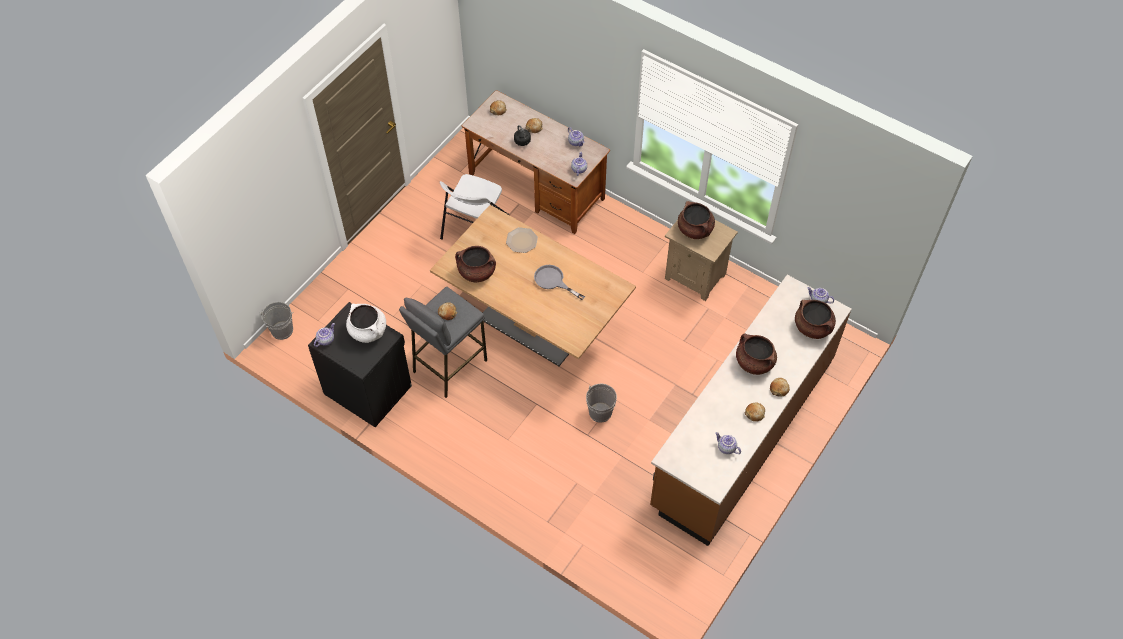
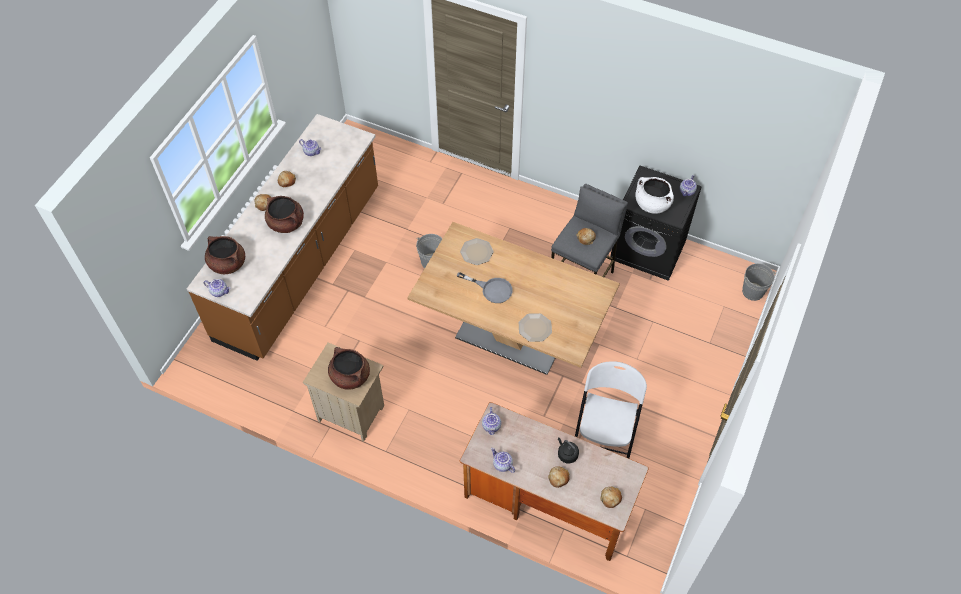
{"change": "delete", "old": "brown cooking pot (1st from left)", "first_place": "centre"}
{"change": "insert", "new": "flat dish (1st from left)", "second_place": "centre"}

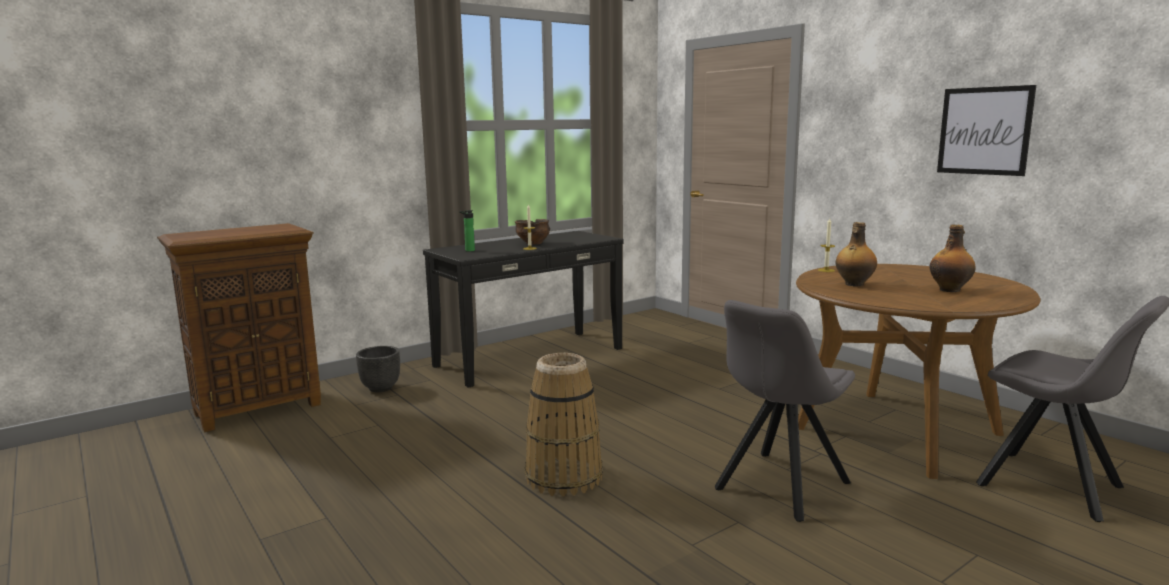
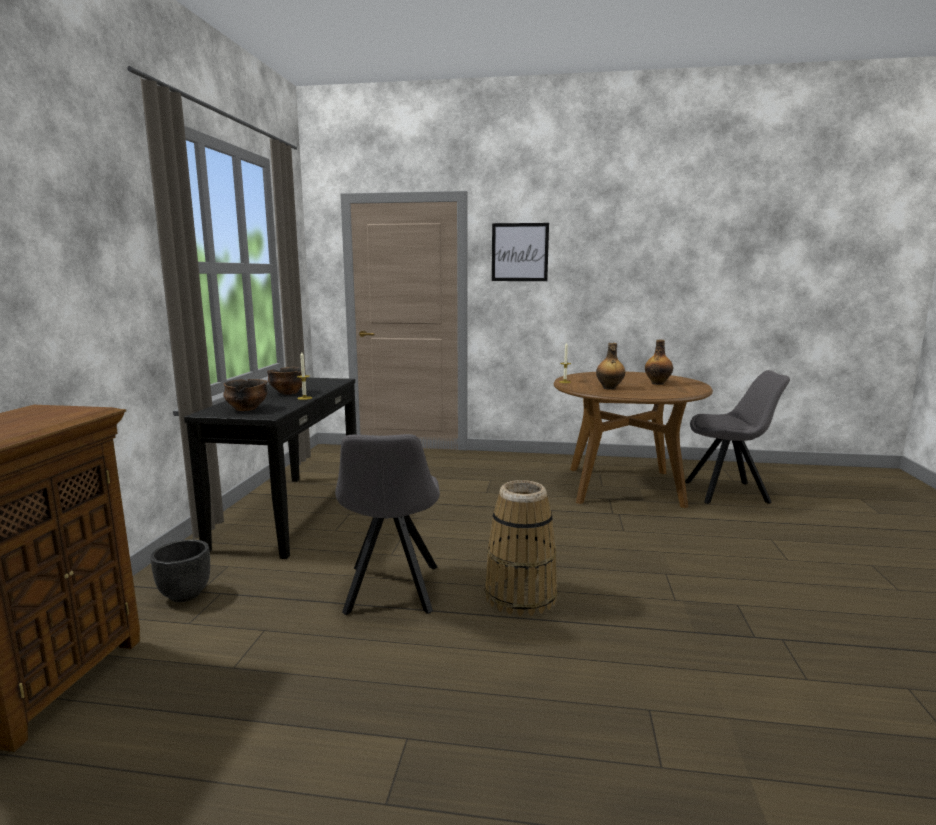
{"change": "replace", "old": "bottle (1st from left)", "new": "deep dish (1st from left)", "first_place": "centre", "second_place": "middle left"}
{"change": "move", "old": "grey chair (1st from left)", "first_place": "bottom right", "second_place": "centre"}
{"change": "move", "old": "wall picture", "first_place": "top right", "second_place": "top centre"}

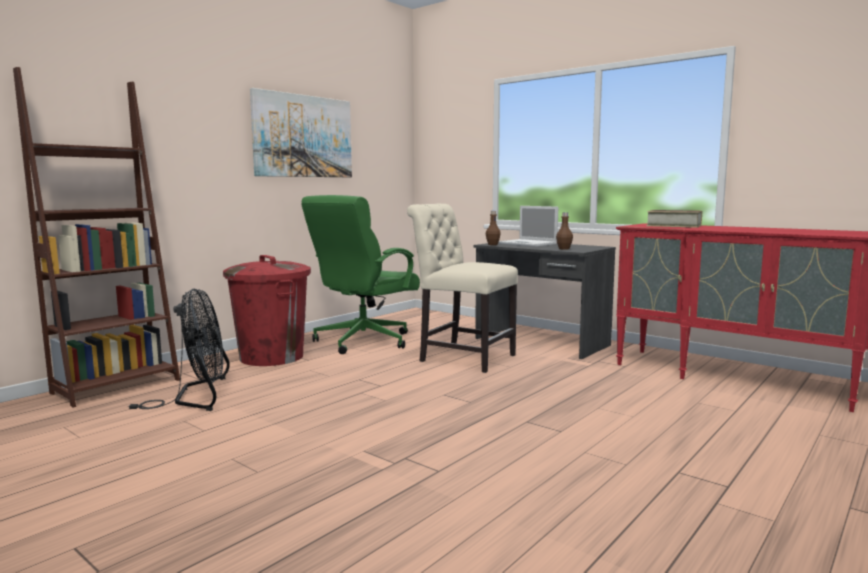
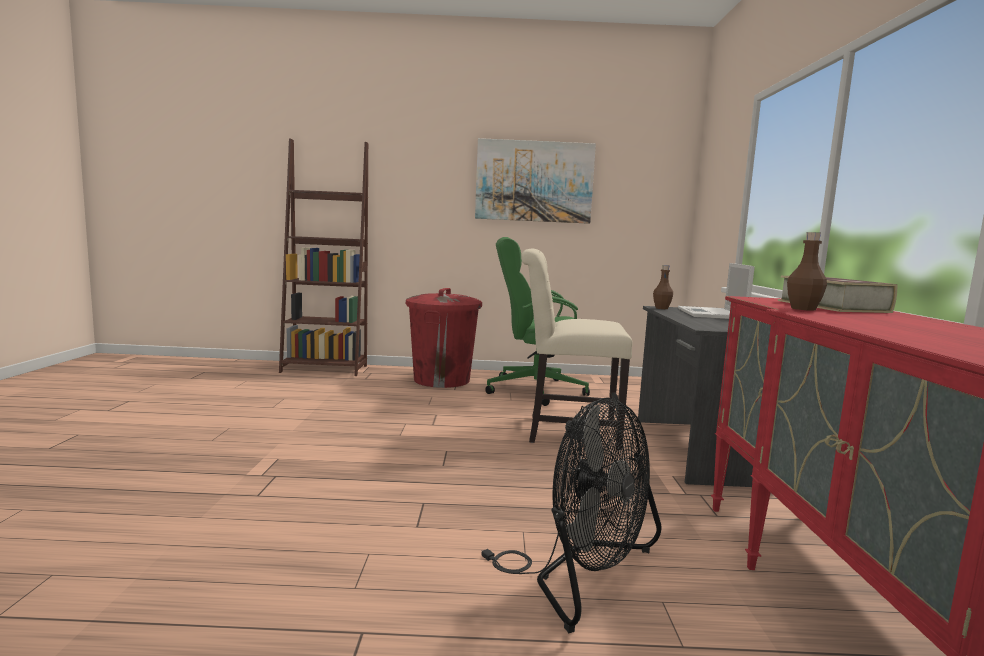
{"change": "move", "old": "black cooling fan", "first_place": "middle left", "second_place": "bottom centre"}
{"change": "rotate", "old": "beige chair", "first_place": "centre", "second_place": "centre", "degrees": -75}
{"change": "move", "old": "brown bottle (2nd from left)", "first_place": "centre", "second_place": "middle right"}

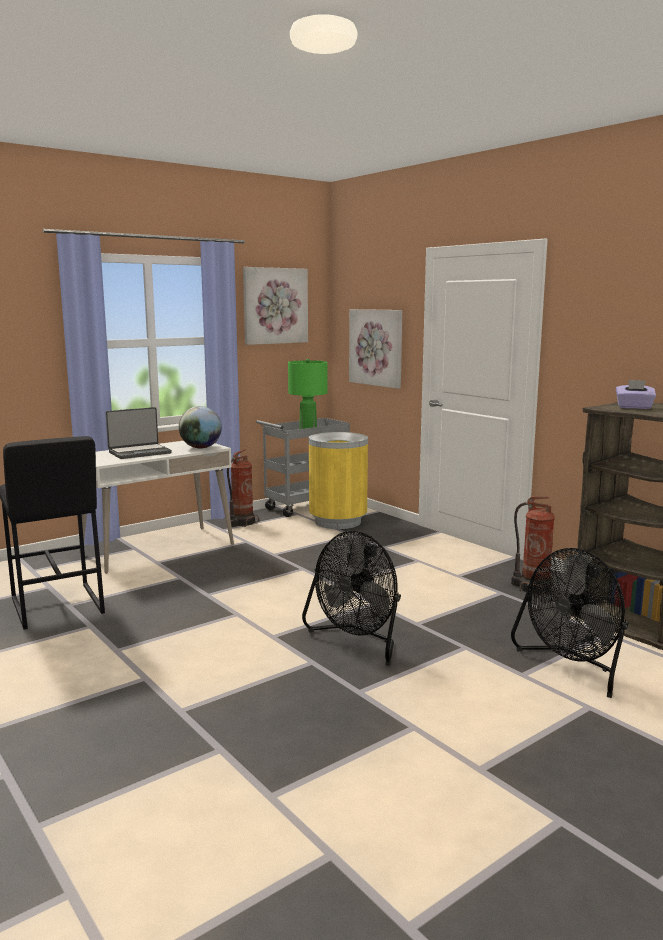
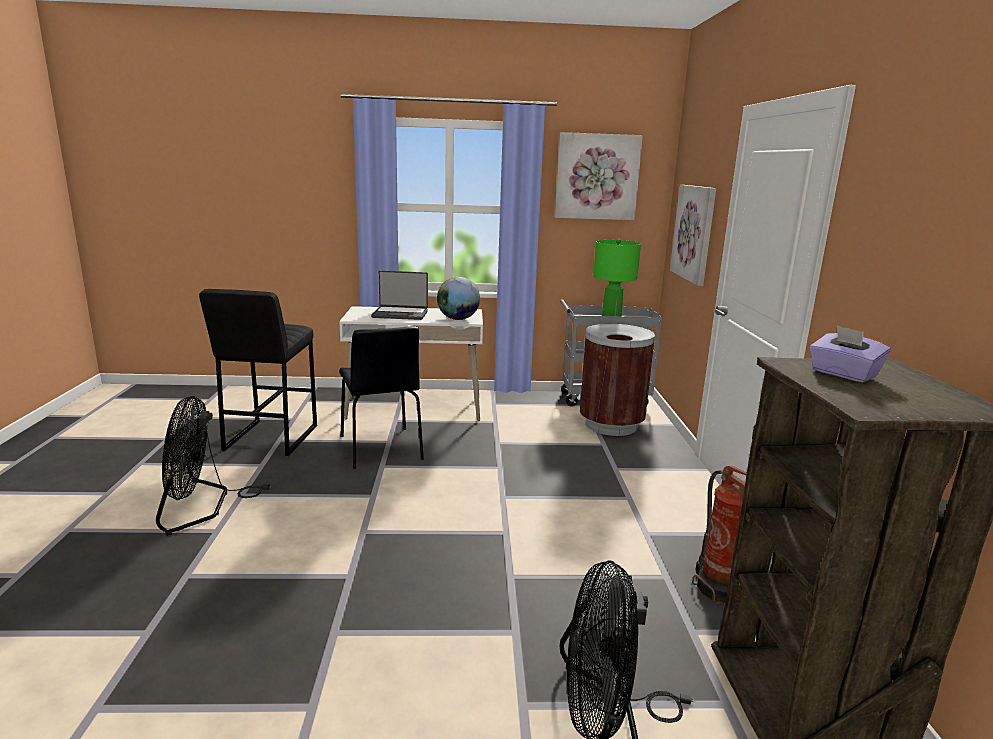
{"change": "delete", "old": "fire-fighting cylinder (1st from left)", "first_place": "centre"}
{"change": "move", "old": "black cooling fan (1st from left)", "first_place": "centre", "second_place": "middle left"}
{"change": "recolor", "old": "yellowish rubbish bin", "new": "brown rubbish bin", "first_place": "centre", "second_place": "centre"}
{"change": "insert", "new": "black chair", "second_place": "centre"}

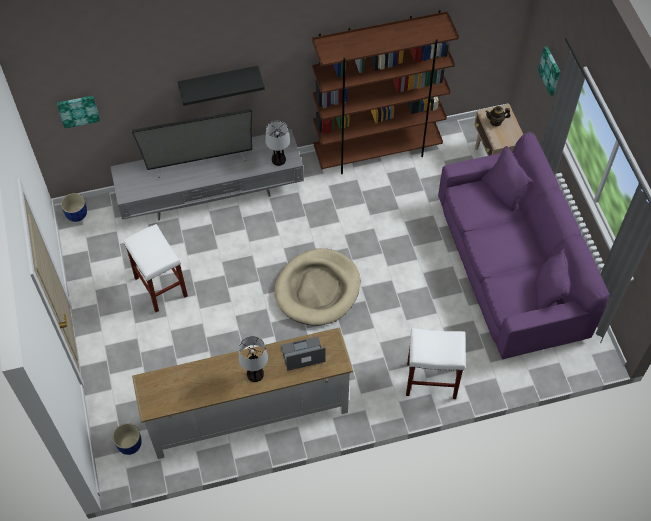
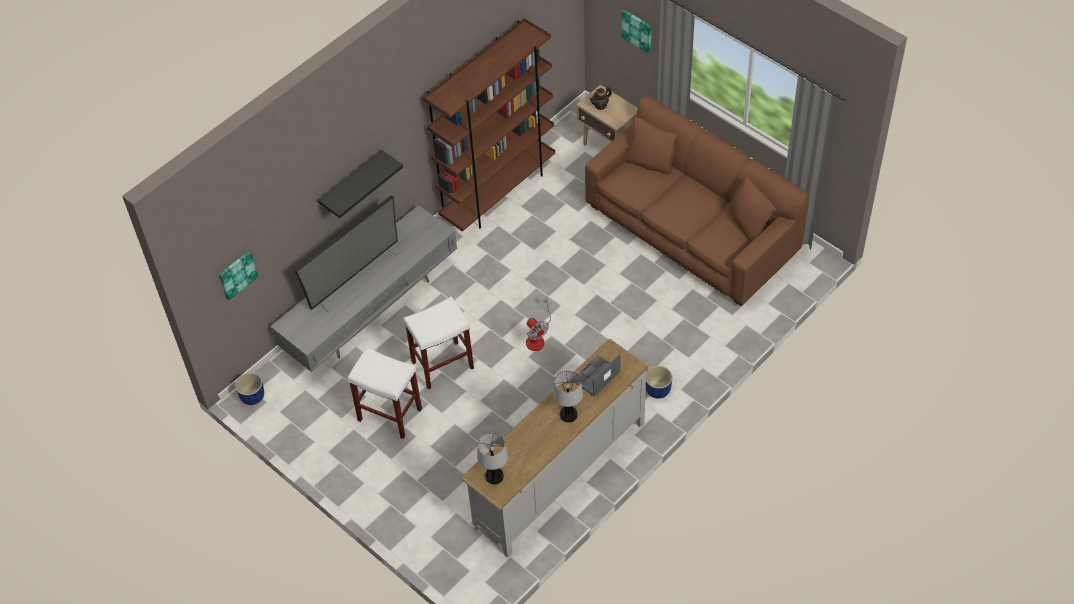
{"change": "move", "old": "blue planter (2nd from left)", "first_place": "bottom left", "second_place": "centre"}
{"change": "move", "old": "tabletop lamp (2nd from left in the first image)", "new": "tabletop lamp (1st from left)", "first_place": "top centre", "second_place": "bottom centre"}
{"change": "replace", "old": "beige dog bed", "new": "cooling fan", "first_place": "centre", "second_place": "centre"}
{"change": "move", "old": "white-coloured stool seat (2nd from left)", "first_place": "bottom right", "second_place": "centre"}
{"change": "recolor", "old": "purplish sofa", "new": "brown sofa", "first_place": "middle right", "second_place": "top centre"}

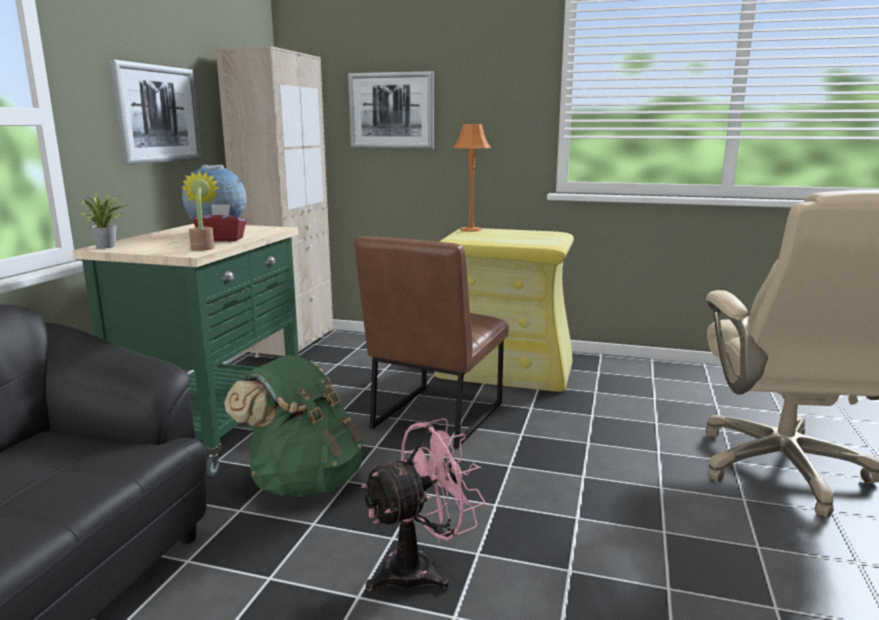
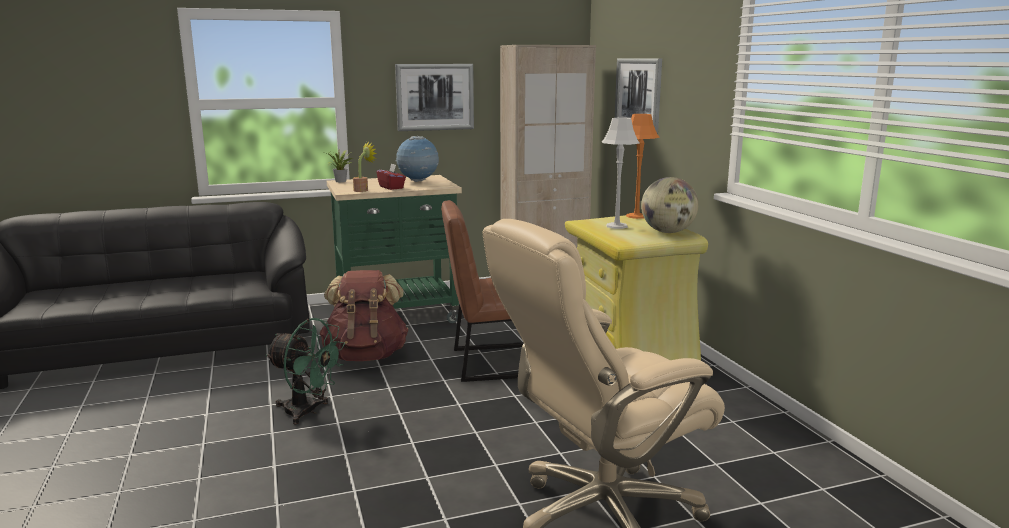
{"change": "recolor", "old": "greenish knapsack", "new": "brown knapsack", "first_place": "bottom centre", "second_place": "centre"}
{"change": "recolor", "old": "pink-coloured cooling fan", "new": "greenish cooling fan", "first_place": "bottom centre", "second_place": "bottom left"}
{"change": "insert", "new": "grey tabletop lamp", "second_place": "top centre"}
{"change": "insert", "new": "globe (2nd from left)", "second_place": "centre"}

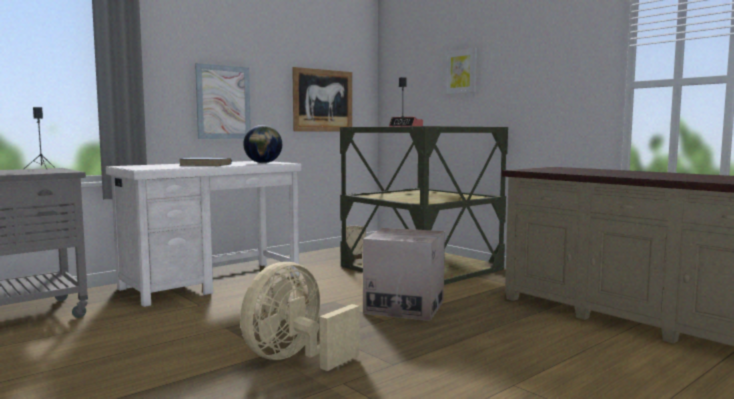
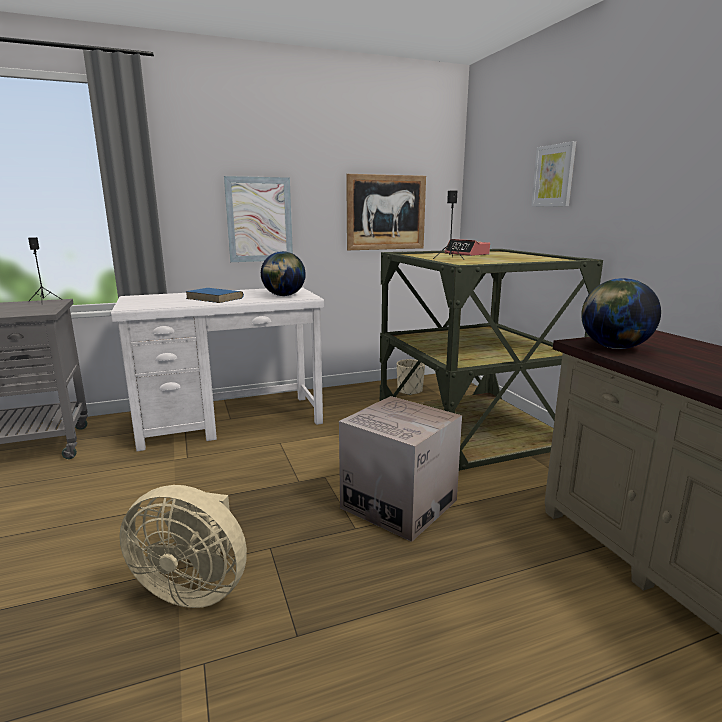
{"change": "rotate", "old": "beige cooling fan", "first_place": "bottom centre", "second_place": "bottom left", "degrees": -135}
{"change": "insert", "new": "globe (2nd from left)", "second_place": "middle right"}

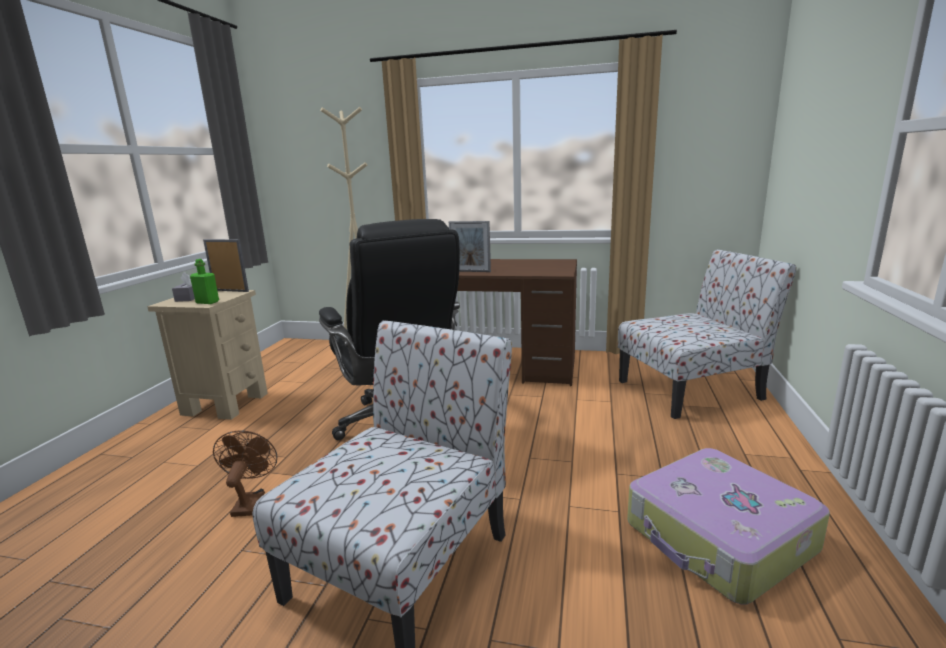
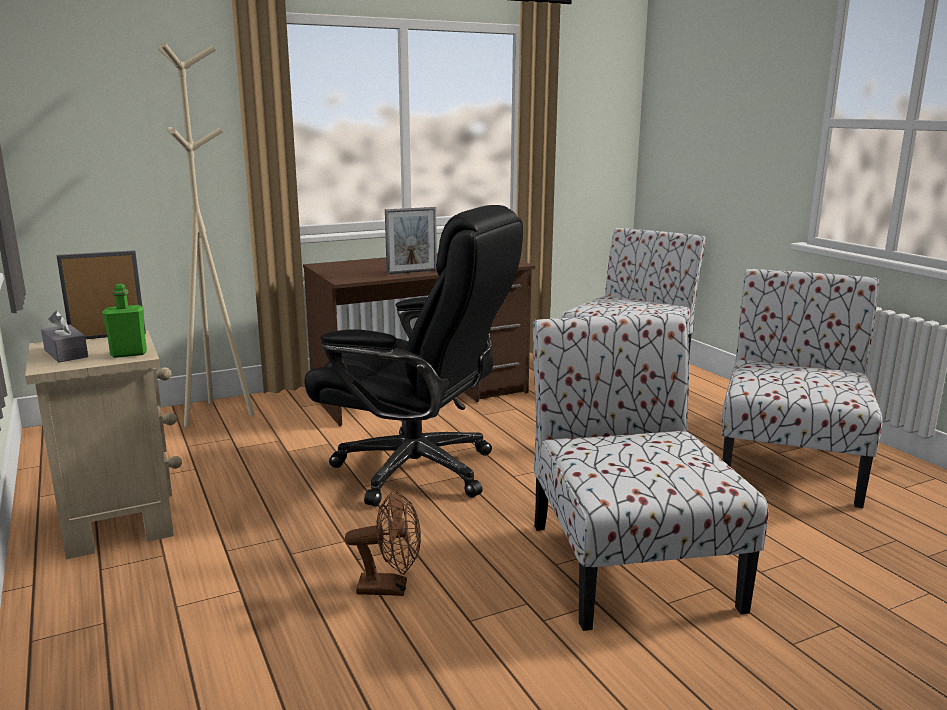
{"change": "rotate", "old": "brown cooling fan", "first_place": "bottom left", "second_place": "bottom centre", "degrees": 135}
{"change": "replace", "old": "suitcase", "new": "chair (3rd from left)", "first_place": "bottom right", "second_place": "middle right"}

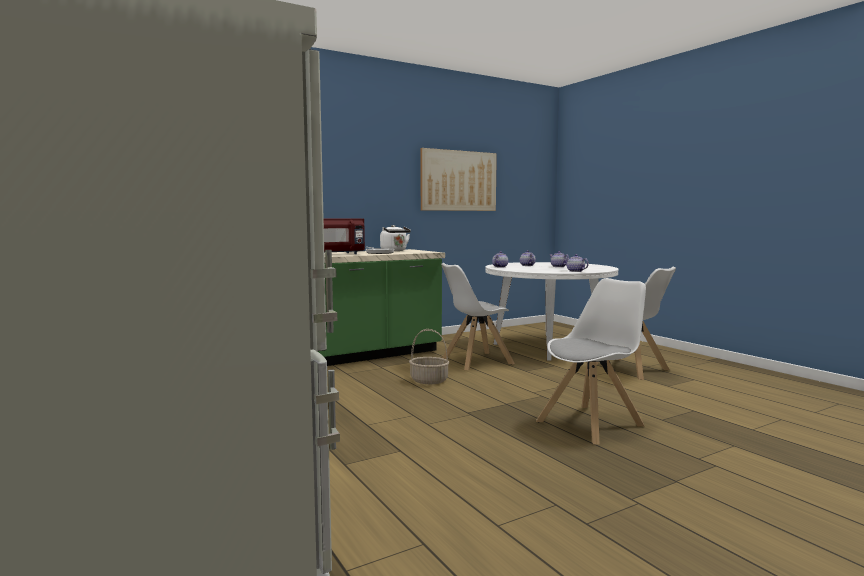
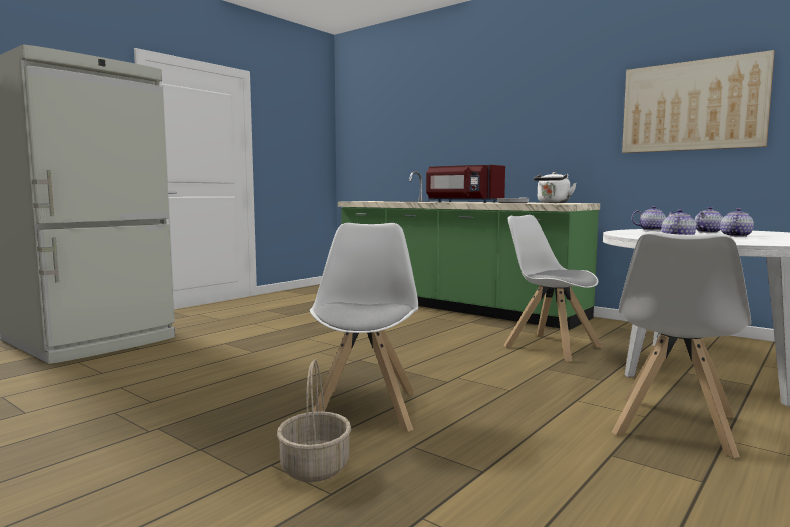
{"change": "move", "old": "storage basket", "first_place": "centre", "second_place": "bottom centre"}
{"change": "rotate", "old": "chair (2nd from left in the first image)", "first_place": "middle right", "second_place": "centre", "degrees": -120}

